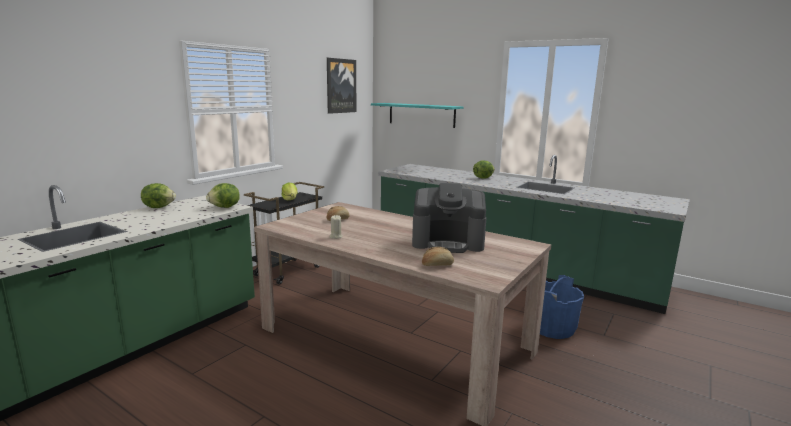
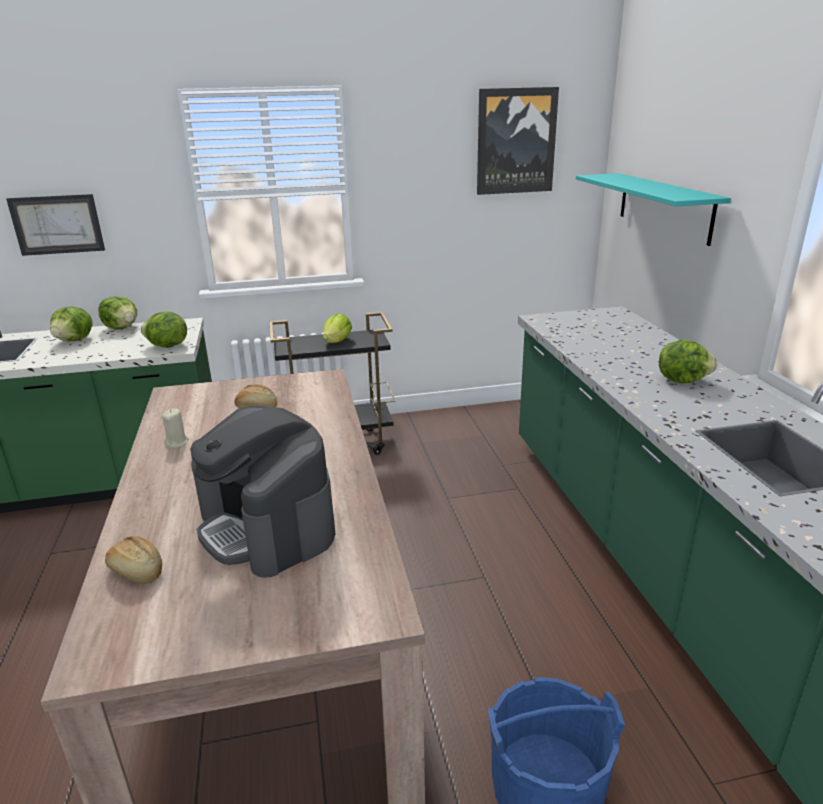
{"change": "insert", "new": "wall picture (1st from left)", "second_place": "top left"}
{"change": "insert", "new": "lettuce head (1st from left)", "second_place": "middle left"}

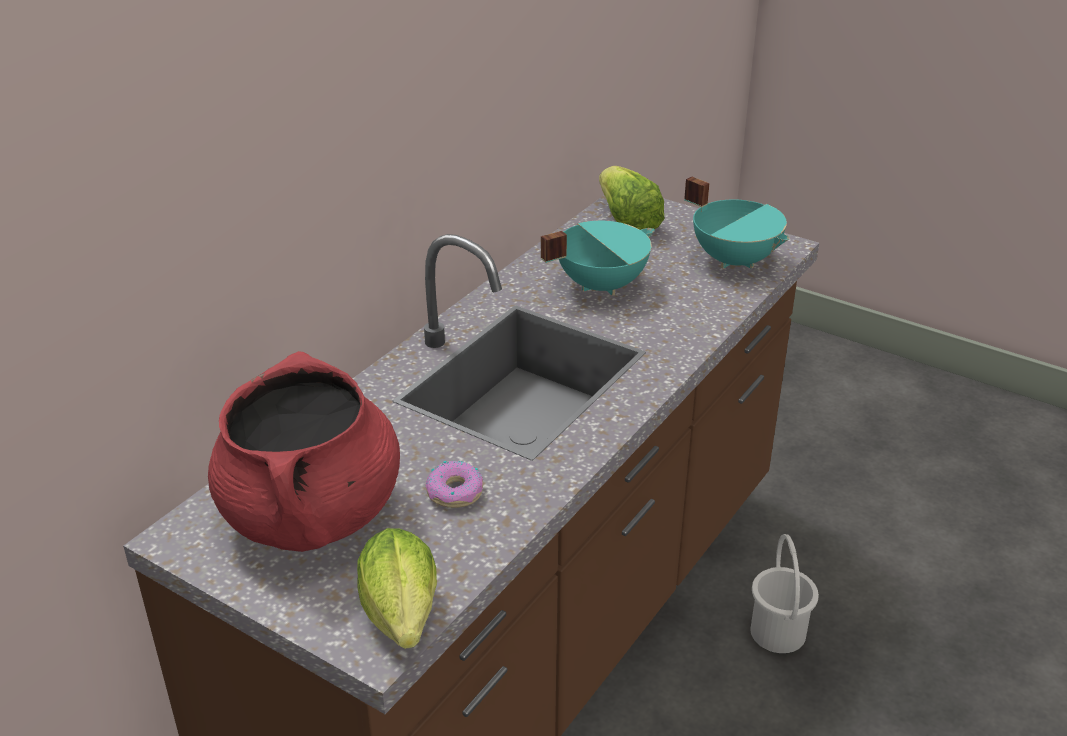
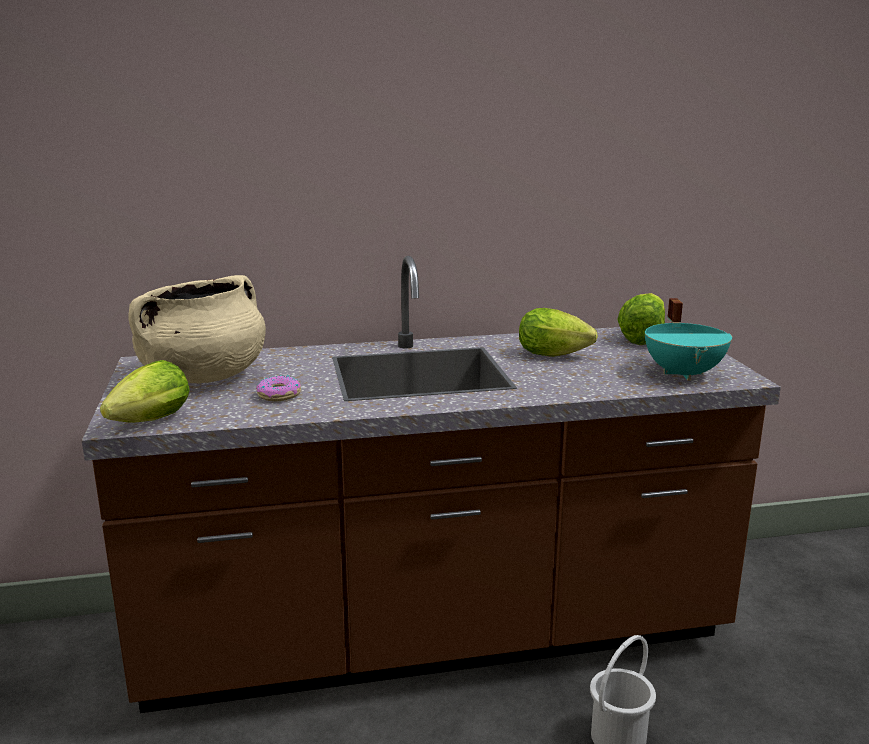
{"change": "recolor", "old": "red-coloured cooking pot", "new": "beige cooking pot", "first_place": "middle left", "second_place": "middle left"}
{"change": "replace", "old": "blue-green cooking pot (1st from left)", "new": "lettuce head (2nd from left)", "first_place": "centre", "second_place": "centre"}

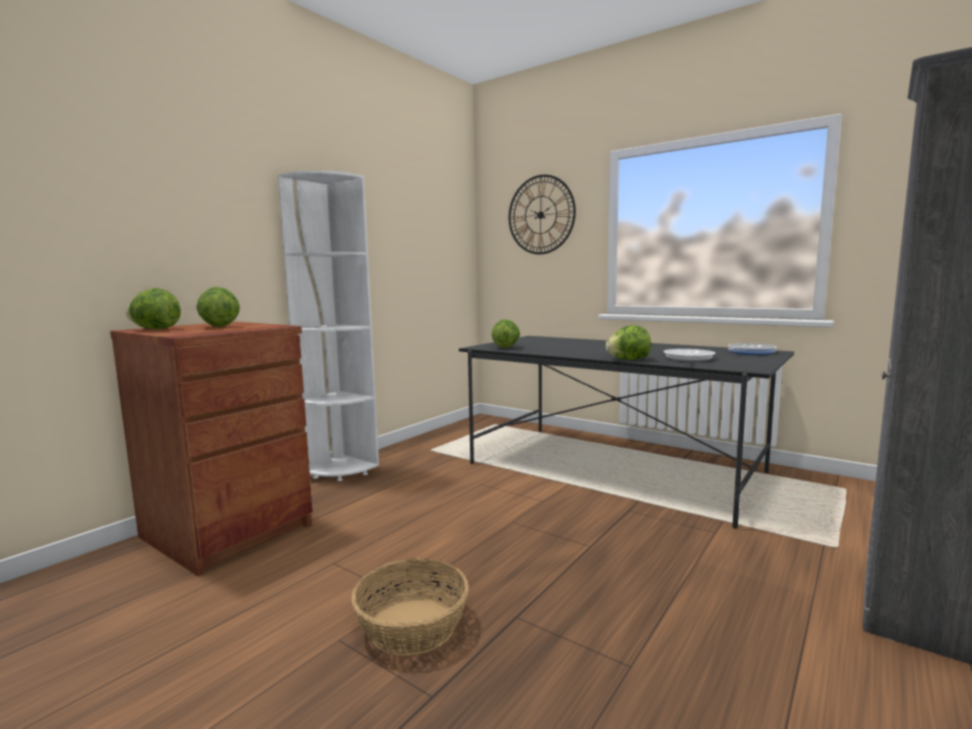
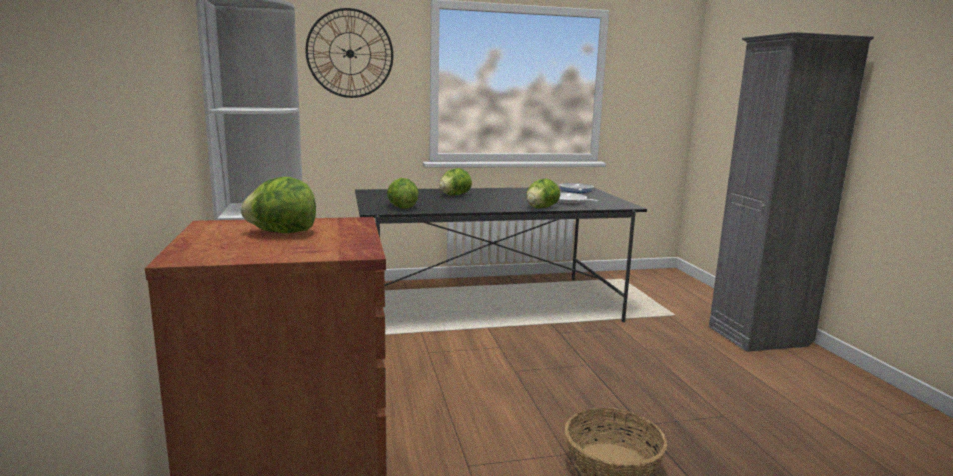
{"change": "move", "old": "lettuce head (1st from left in the first image)", "new": "lettuce head (3rd from left)", "first_place": "middle left", "second_place": "centre"}

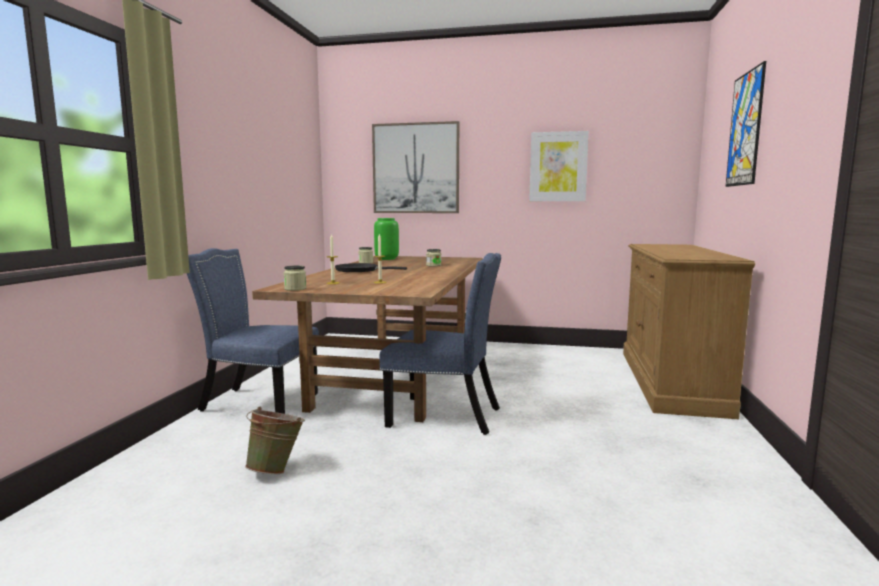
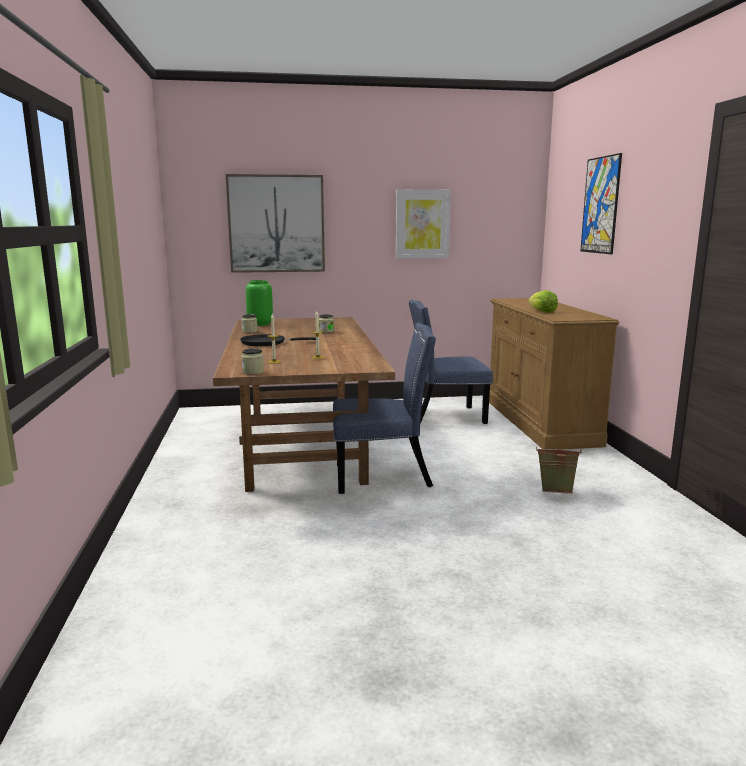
{"change": "move", "old": "blue chair (1st from left in the first image)", "new": "blue chair (2nd from left)", "first_place": "middle left", "second_place": "centre"}
{"change": "move", "old": "greenish bucket", "first_place": "bottom left", "second_place": "middle right"}
{"change": "insert", "new": "lettuce head", "second_place": "middle right"}

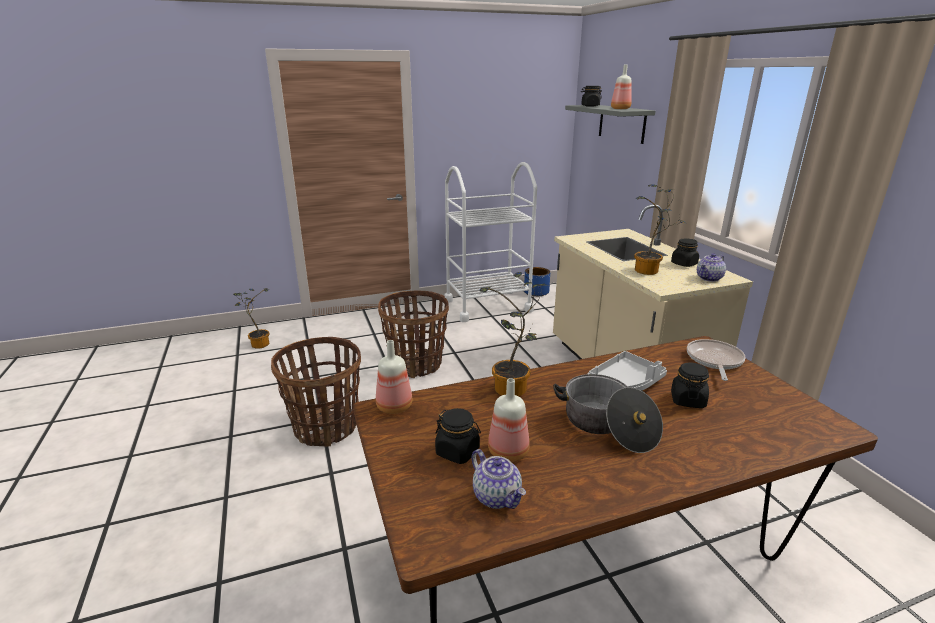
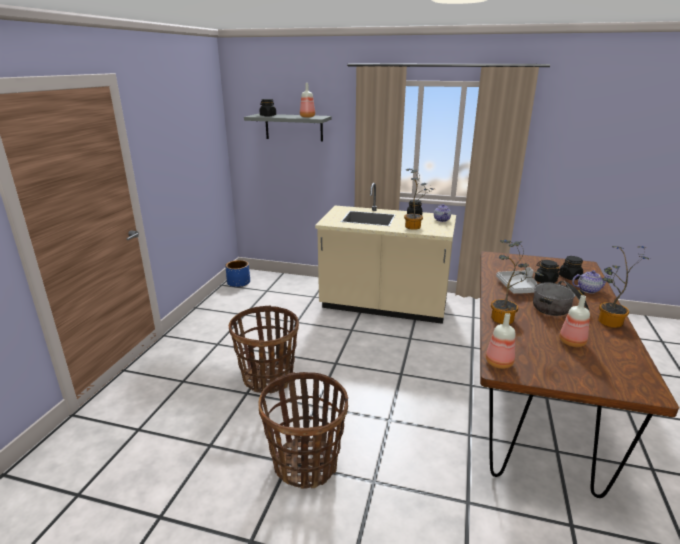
{"change": "move", "old": "potted plant (1st from left in the first image)", "new": "potted plant (3rd from left)", "first_place": "middle left", "second_place": "middle right"}
{"change": "move", "old": "black jar (1st from left in the first image)", "new": "black jar (4th from left)", "first_place": "bottom centre", "second_place": "middle right"}
{"change": "delete", "old": "white-coloured cart", "first_place": "centre"}
{"change": "move", "old": "teapot (1st from left in the first image)", "new": "teapot (2nd from left)", "first_place": "bottom centre", "second_place": "middle right"}
{"change": "delete", "old": "skillet", "first_place": "middle right"}

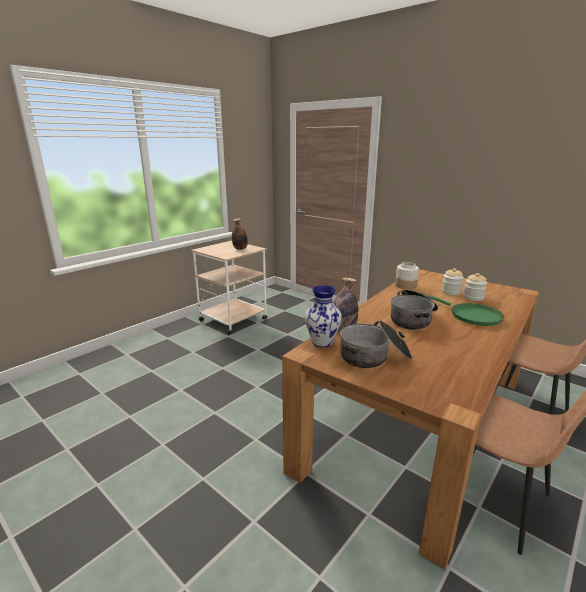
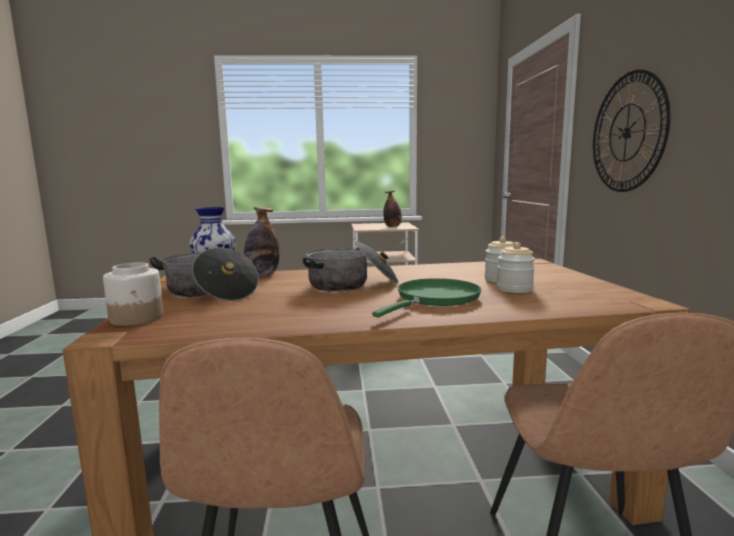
{"change": "move", "old": "jar (1st from left)", "first_place": "middle right", "second_place": "middle left"}
{"change": "rotate", "old": "greenish skillet", "first_place": "middle right", "second_place": "centre", "degrees": -150}
{"change": "insert", "new": "hanging clock", "second_place": "top right"}

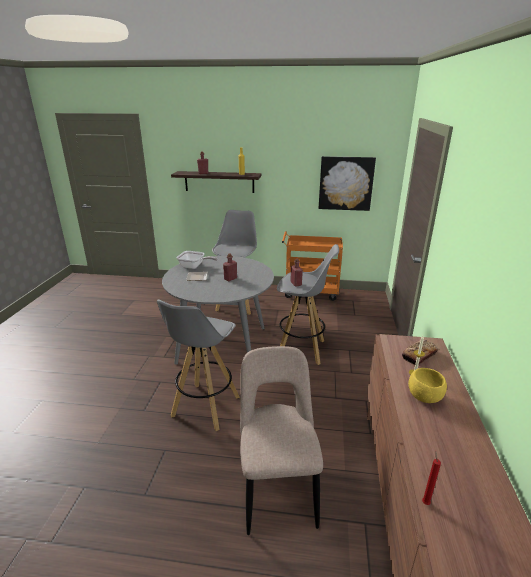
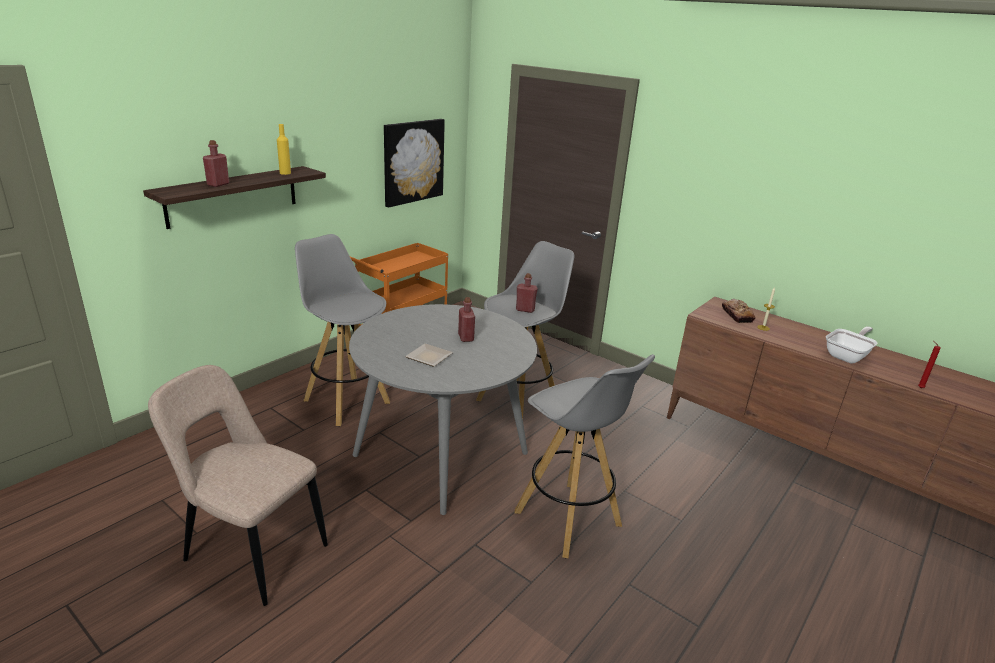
{"change": "move", "old": "skillet", "first_place": "centre", "second_place": "middle right"}
{"change": "move", "old": "beige chair", "first_place": "bottom centre", "second_place": "bottom left"}
{"change": "delete", "old": "yellowish deep dish", "first_place": "bottom right"}

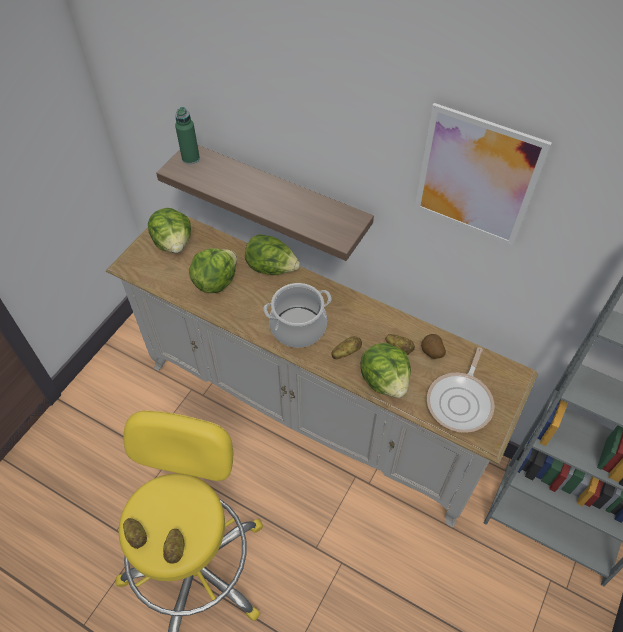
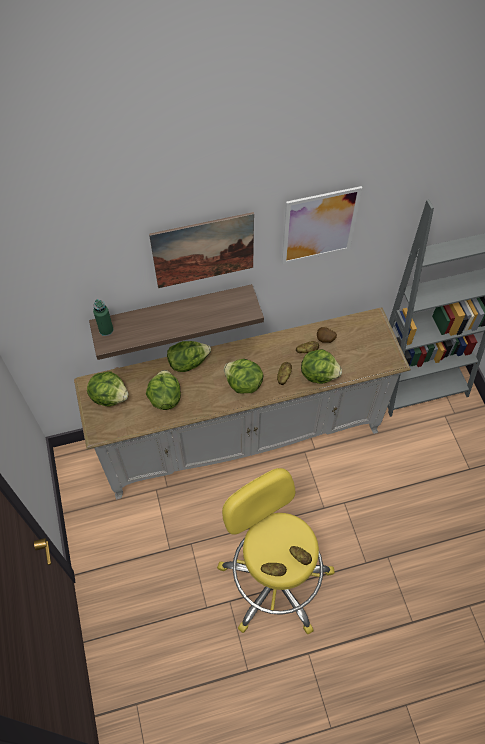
{"change": "replace", "old": "cooking pot", "new": "lettuce head (4th from left)", "first_place": "centre", "second_place": "centre"}
{"change": "delete", "old": "skillet", "first_place": "middle right"}
{"change": "insert", "new": "wall picture (1st from left)", "second_place": "centre"}

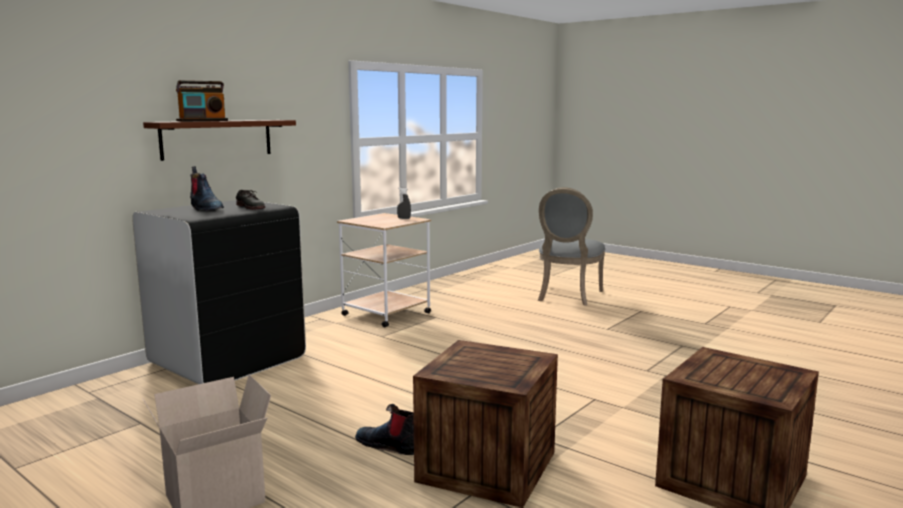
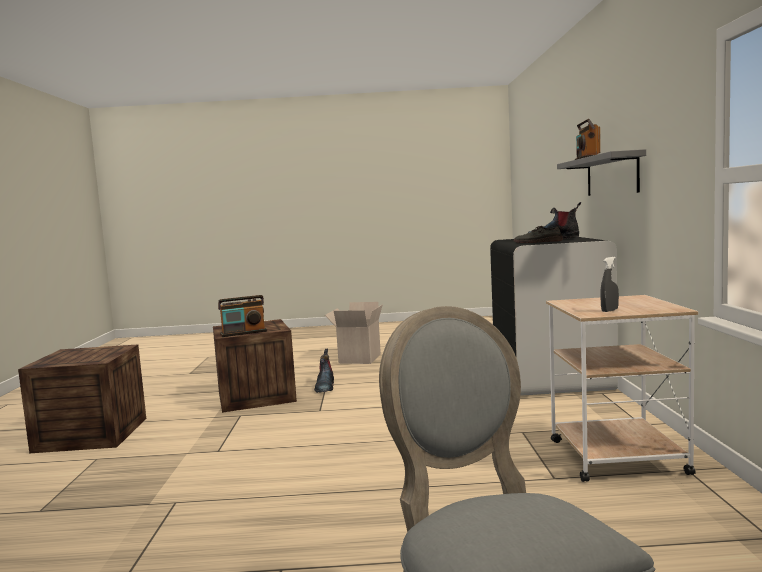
{"change": "recolor", "old": "brown shelf", "new": "grey shelf", "first_place": "top left", "second_place": "top right"}
{"change": "rotate", "old": "boot (2nd from left in the first image)", "first_place": "bottom centre", "second_place": "centre", "degrees": 105}
{"change": "insert", "new": "radio (1st from left)", "second_place": "middle left"}

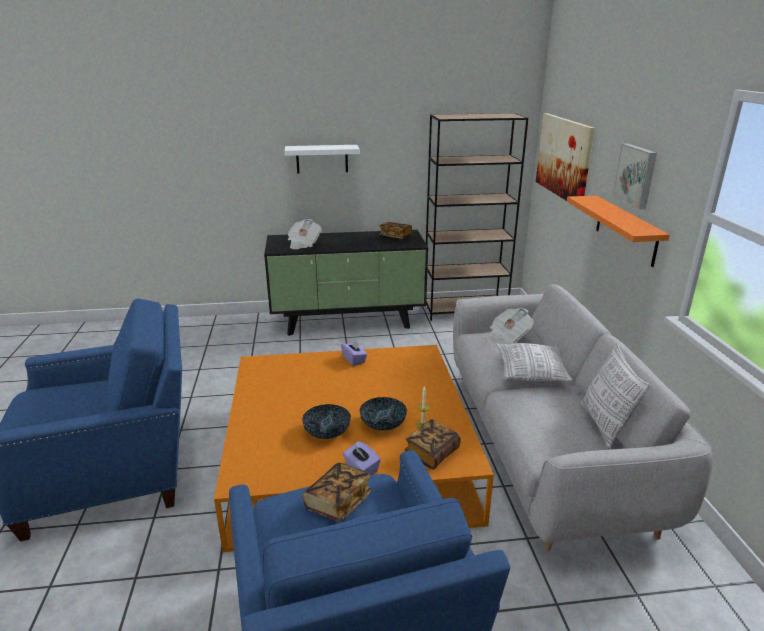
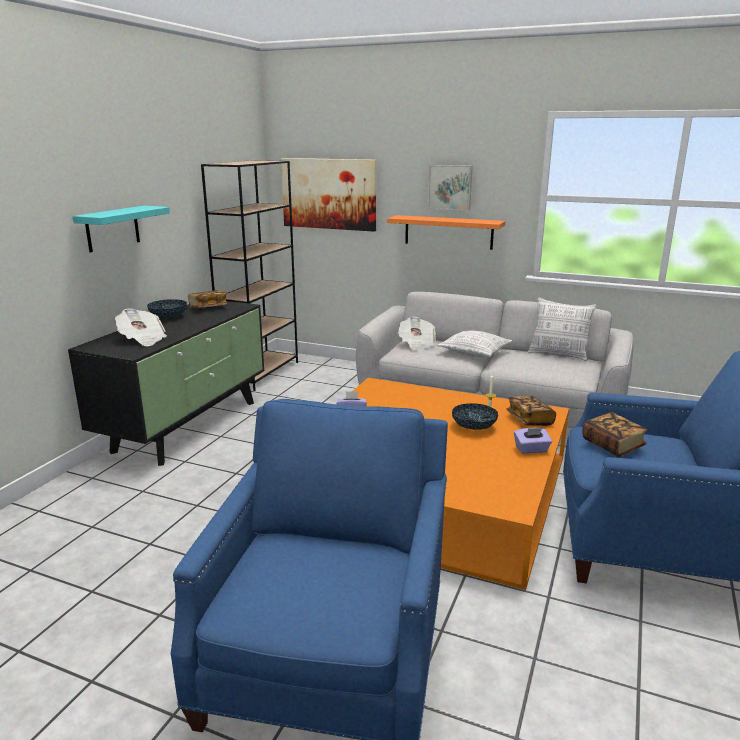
{"change": "recolor", "old": "white-coloured shelf", "new": "blue-green shelf", "first_place": "top centre", "second_place": "top left"}
{"change": "move", "old": "deep dish (1st from left)", "first_place": "bottom centre", "second_place": "middle left"}

